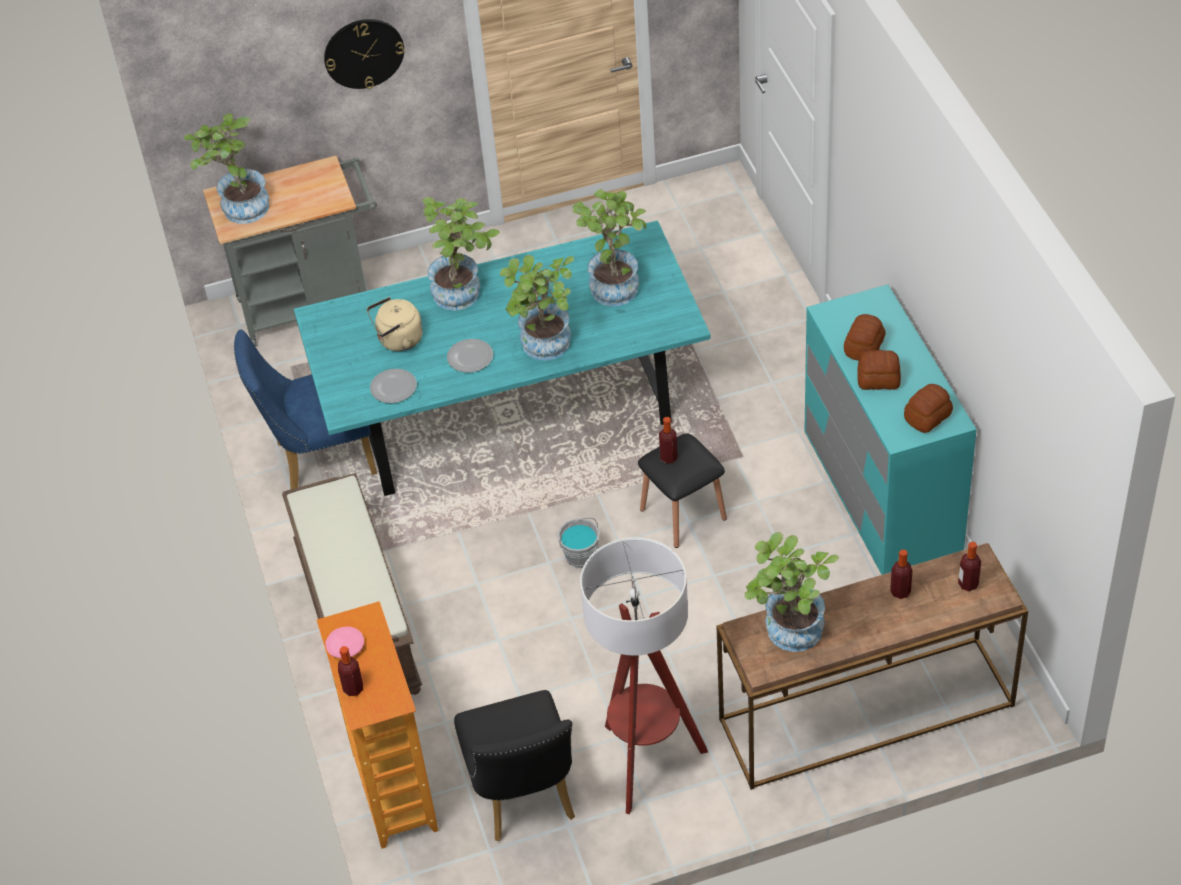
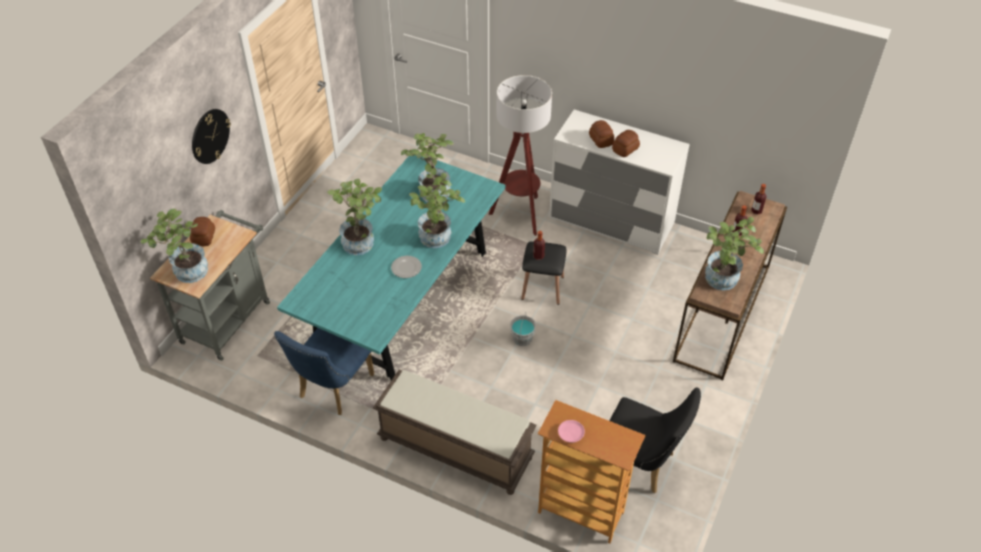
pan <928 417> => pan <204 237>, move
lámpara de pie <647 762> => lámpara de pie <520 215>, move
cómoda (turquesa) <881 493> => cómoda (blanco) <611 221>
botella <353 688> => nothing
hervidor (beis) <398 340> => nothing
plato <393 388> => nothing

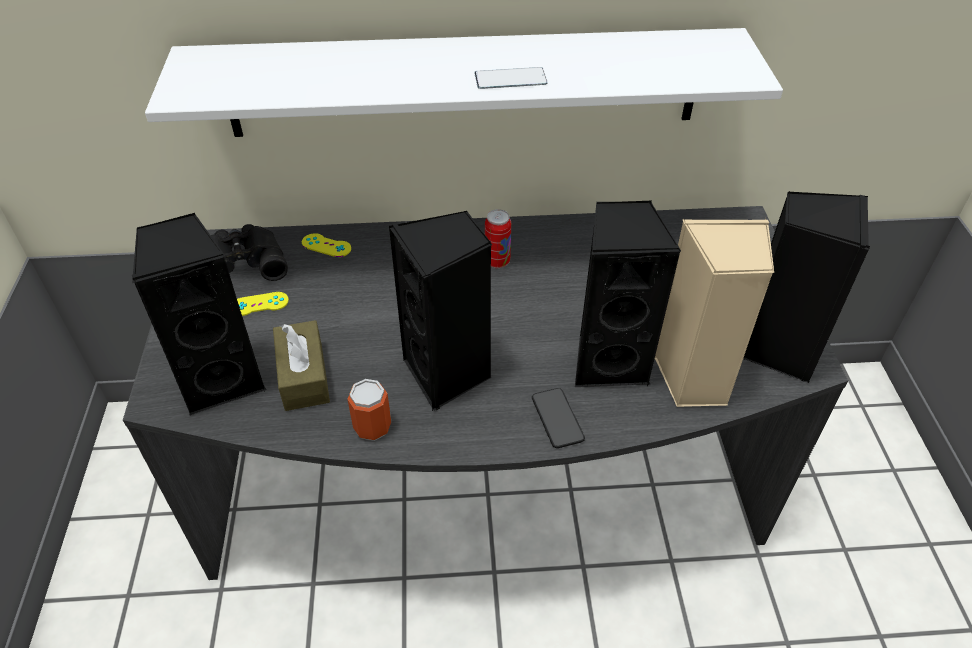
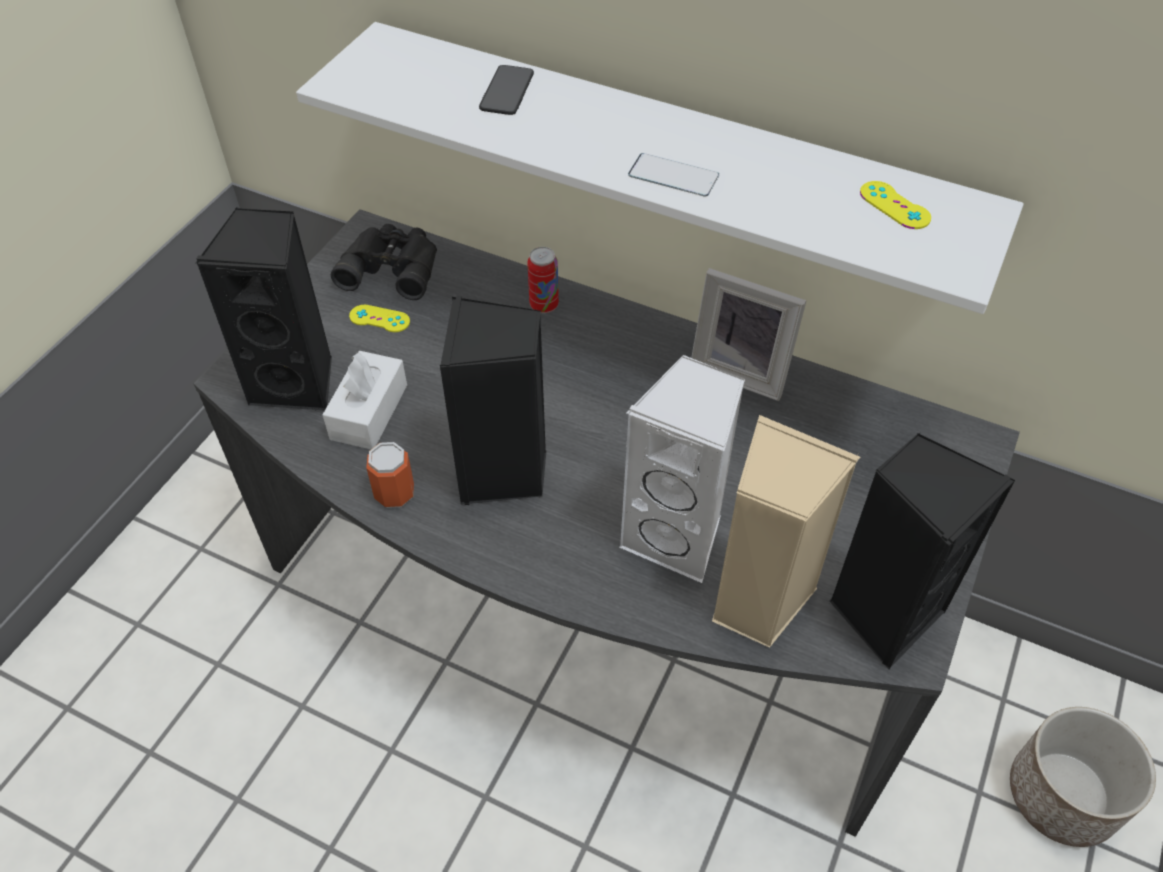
caja de pañuelos (marrón) <304 376> => caja de pañuelos (blanco) <369 412>
móvil <557 418> => móvil <507 91>, move
lata <497 261> => lata <544 305>, move
altavoz (negro) <608 361> => altavoz (blanco) <677 536>
nothing => portarretratos <741 371>
mando de consola (amarillo) <326 245> => mando de consola (amarillo) <894 205>, move
nothing => maceta <1062 796>

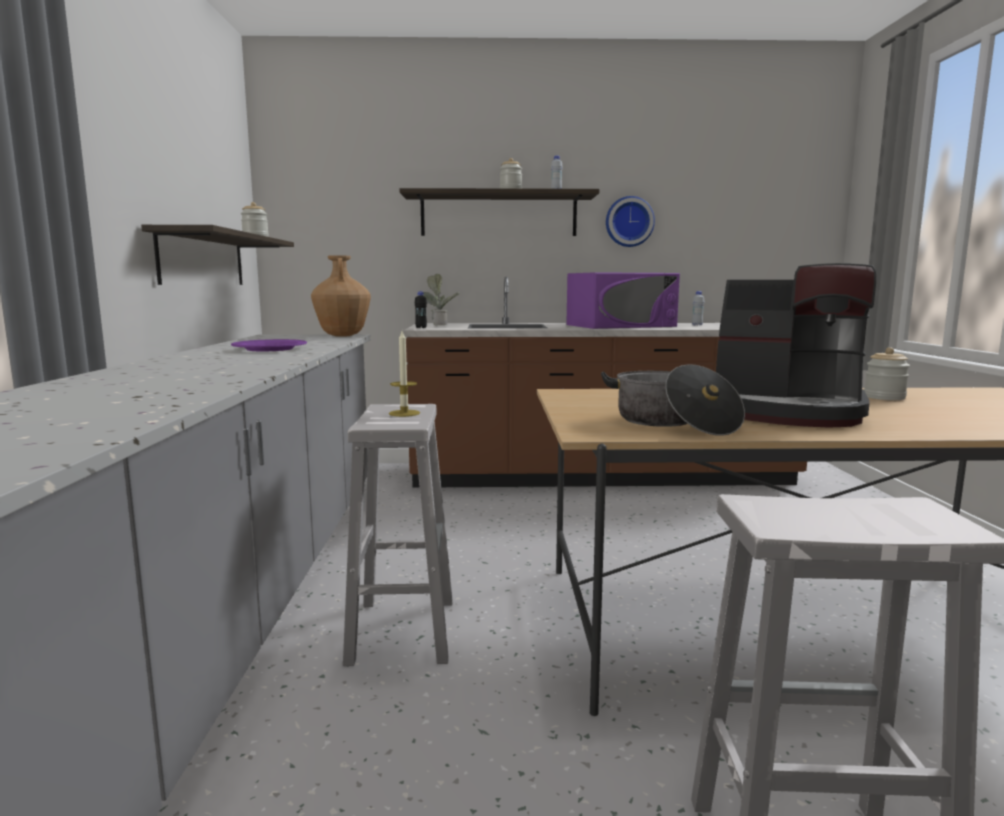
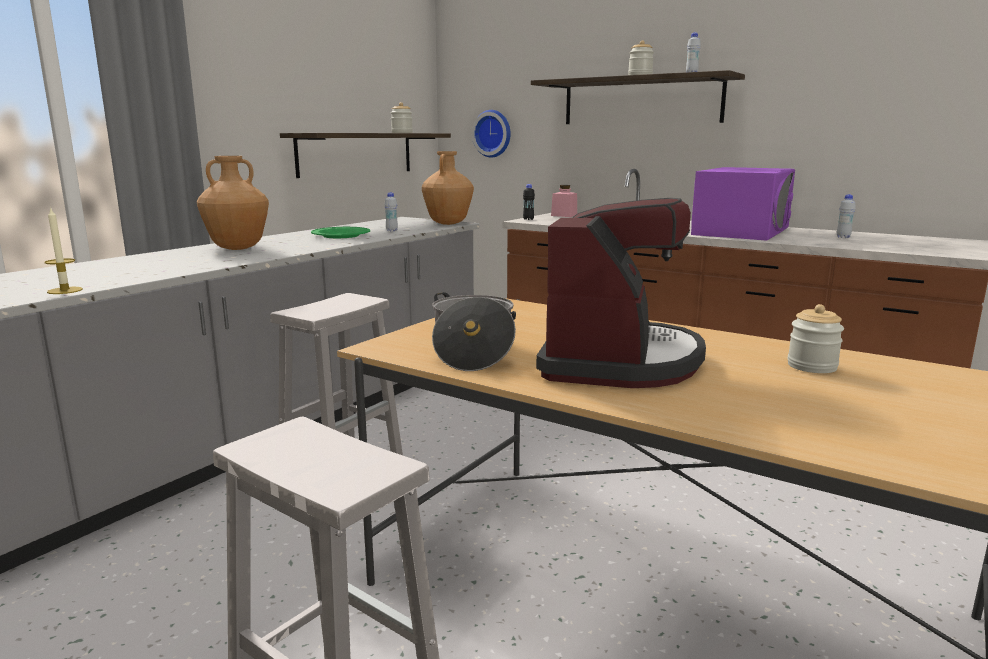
vela <404 413> => vela <65 290>, move
nothing => florero (marrón) <238 248>
plato (morado) <270 349> => plato (verde) <341 236>
nothing => botella (blanco) <392 230>
reloj de pared <629 222> => reloj de pared <493 133>, move
cafetera <785 412> => cafetera <618 361>, 135 degrees counterclockwise
planta en maceta <438 324> => tarro (rosa) <564 215>
microondas (morado) <621 325> => microondas (morado) <741 231>, 75 degrees counterclockwise

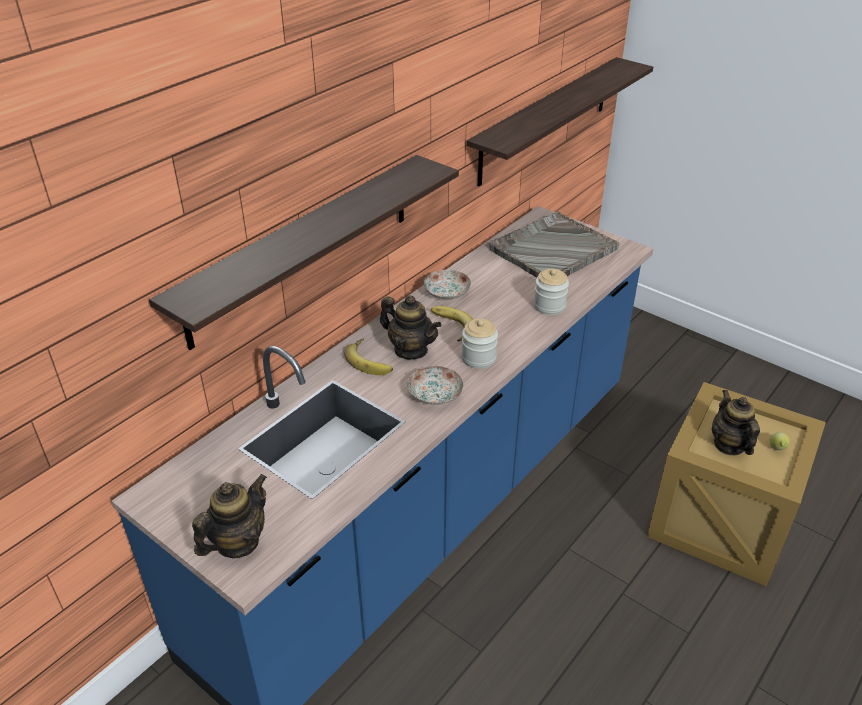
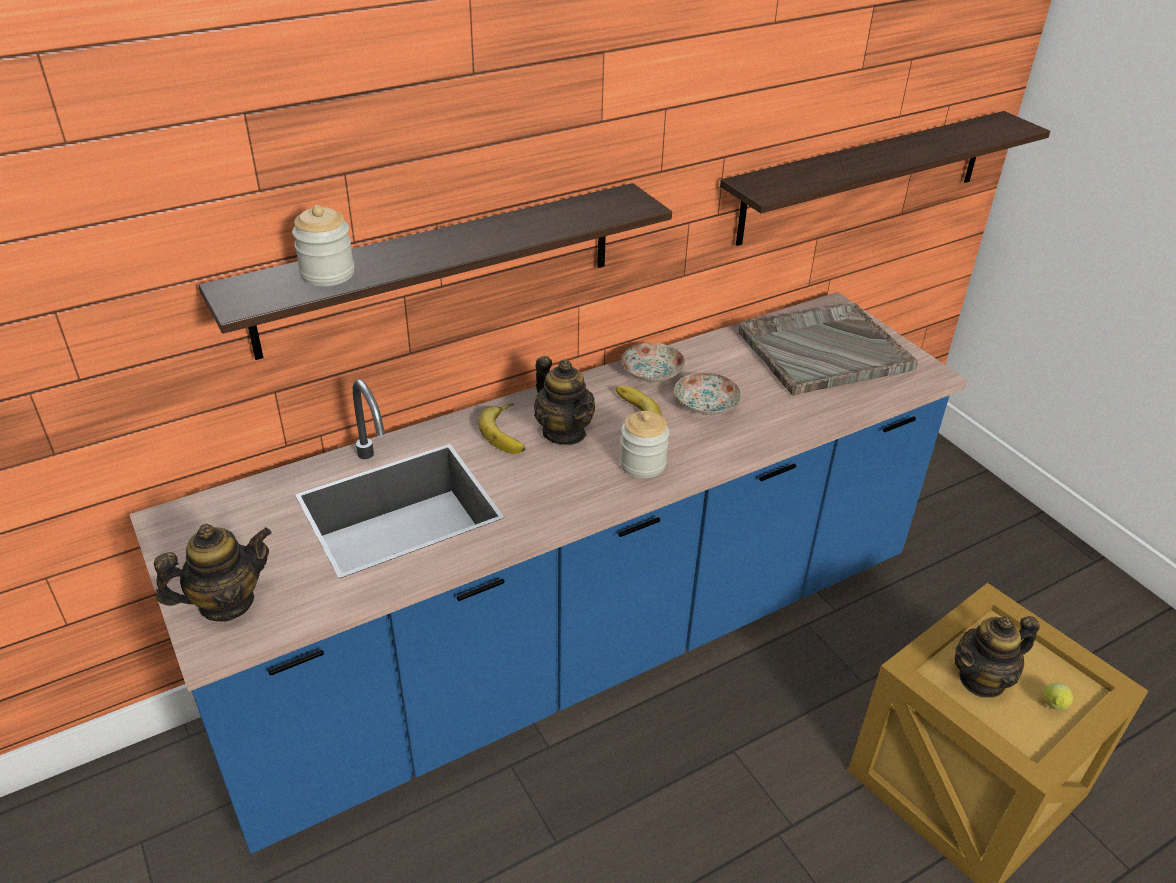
tarro <549 306> => tarro <327 274>, move
plato <435 394> => plato <707 404>, move
tetera <729 445> => tetera <982 679>, 120 degrees counterclockwise

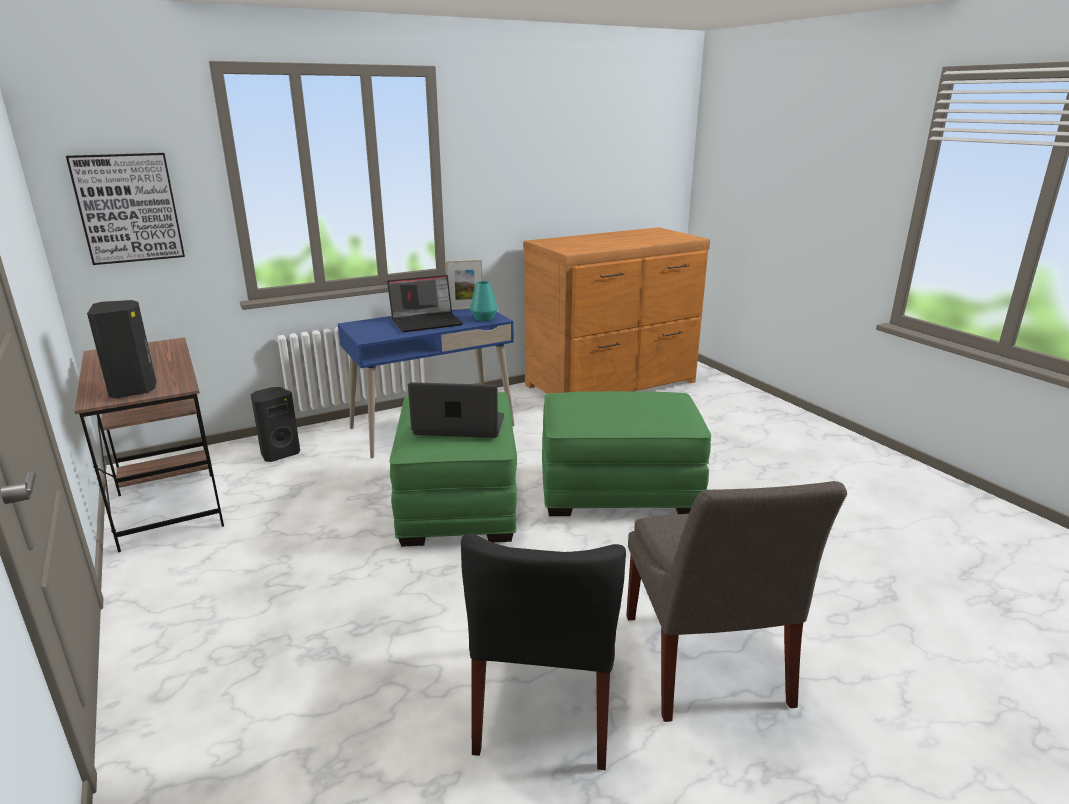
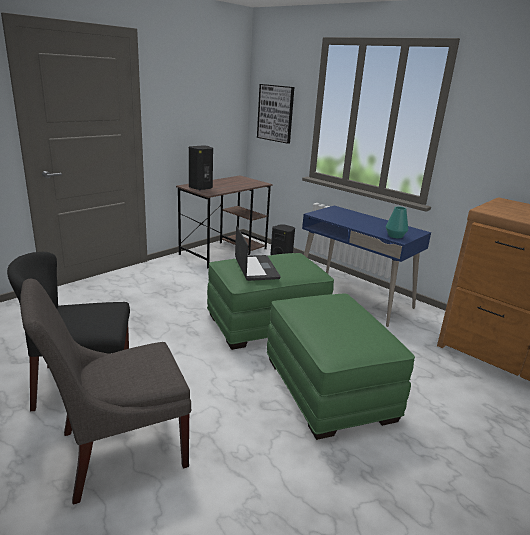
portátil <427 322> => nothing
portarretratos <465 308> => nothing

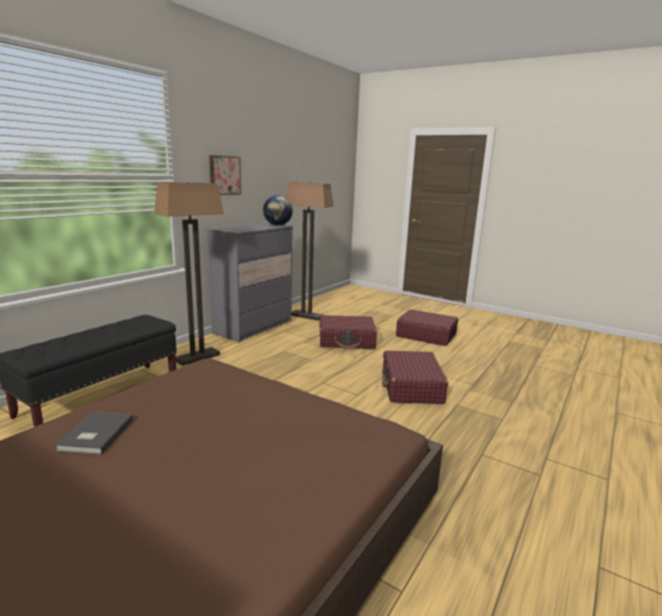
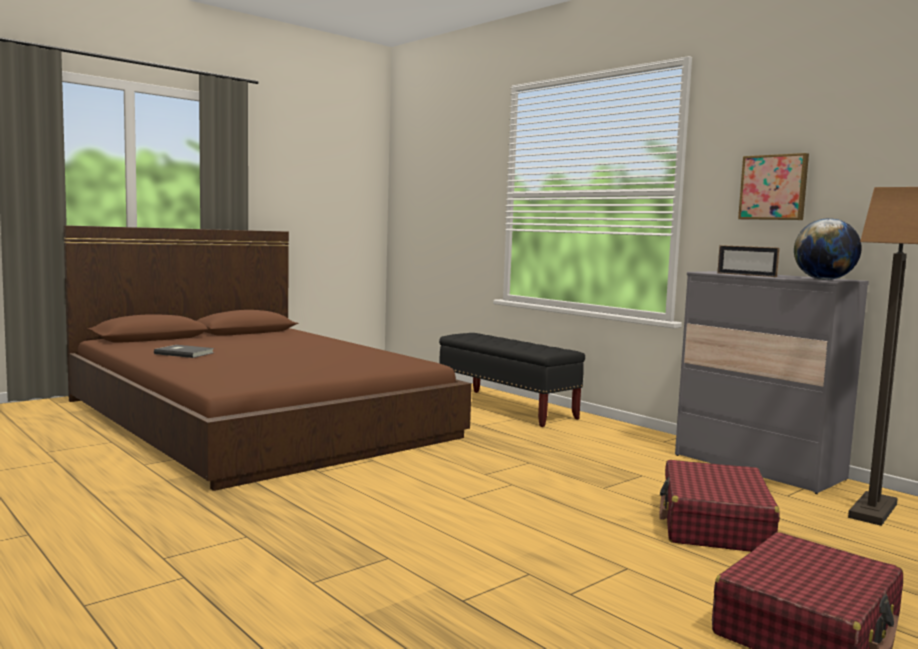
libro (gris) <94 435> => libro (gris) <184 353>, move
nothing => portarretratos <746 275>
lámpara de pie <197 357> => nothing
maleta (rojo) <411 387> => nothing

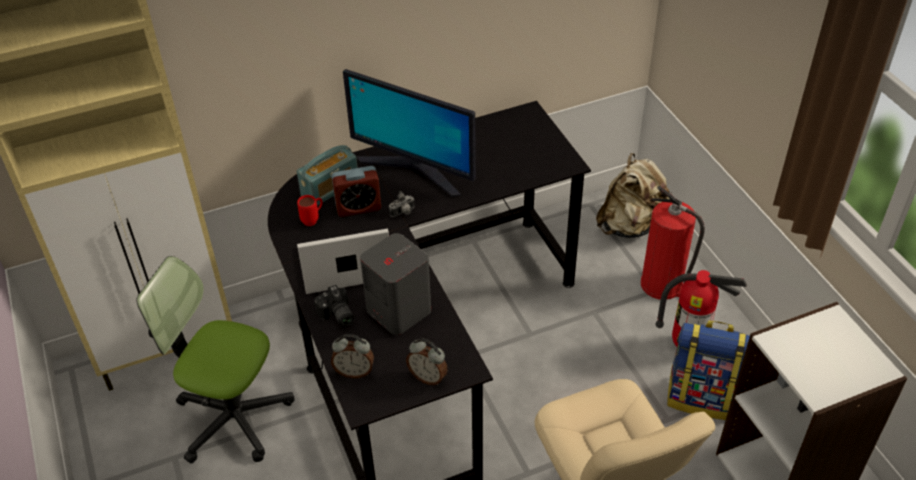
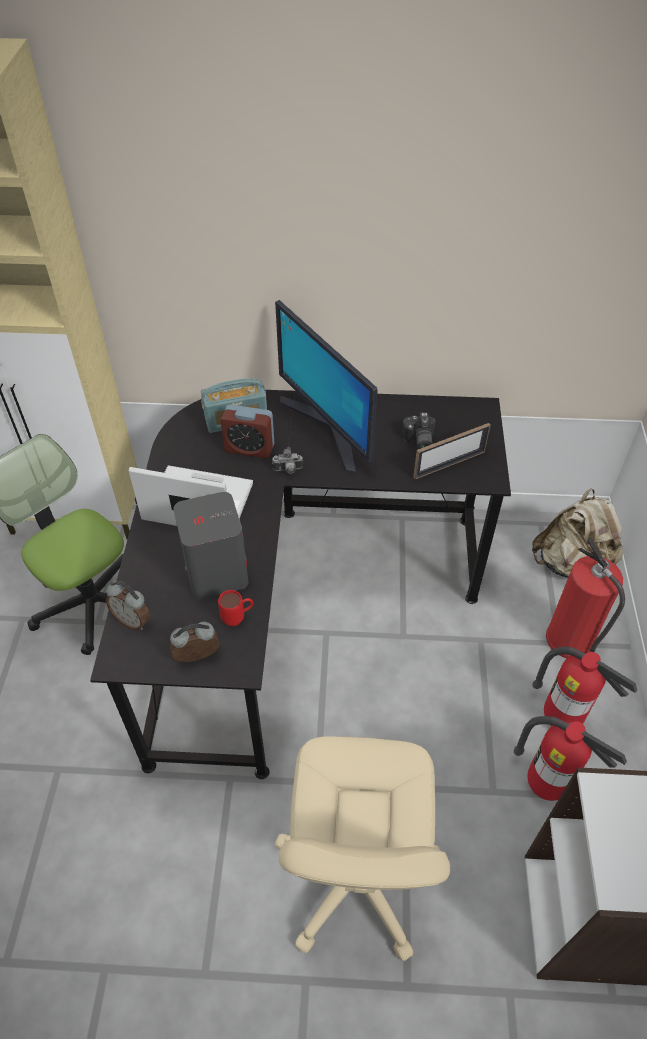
despertador <428 377> => despertador <197 658>, 105 degrees clockwise
taza grande (rojo) <313 219> => taza grande (rojo) <238 618>, move
cámara <336 315> => cámara <418 441>, move
nothing => portarretratos <449 464>
mochila <703 397> => extintor <546 785>

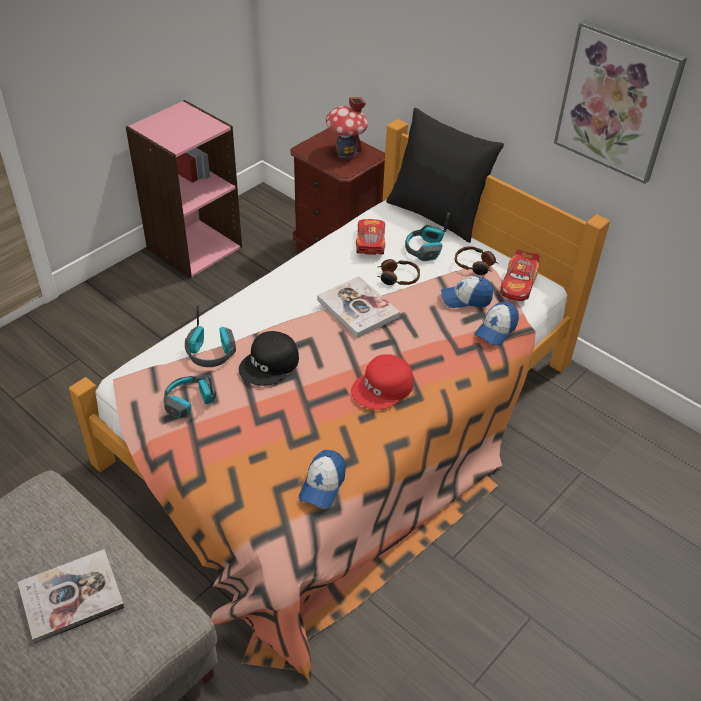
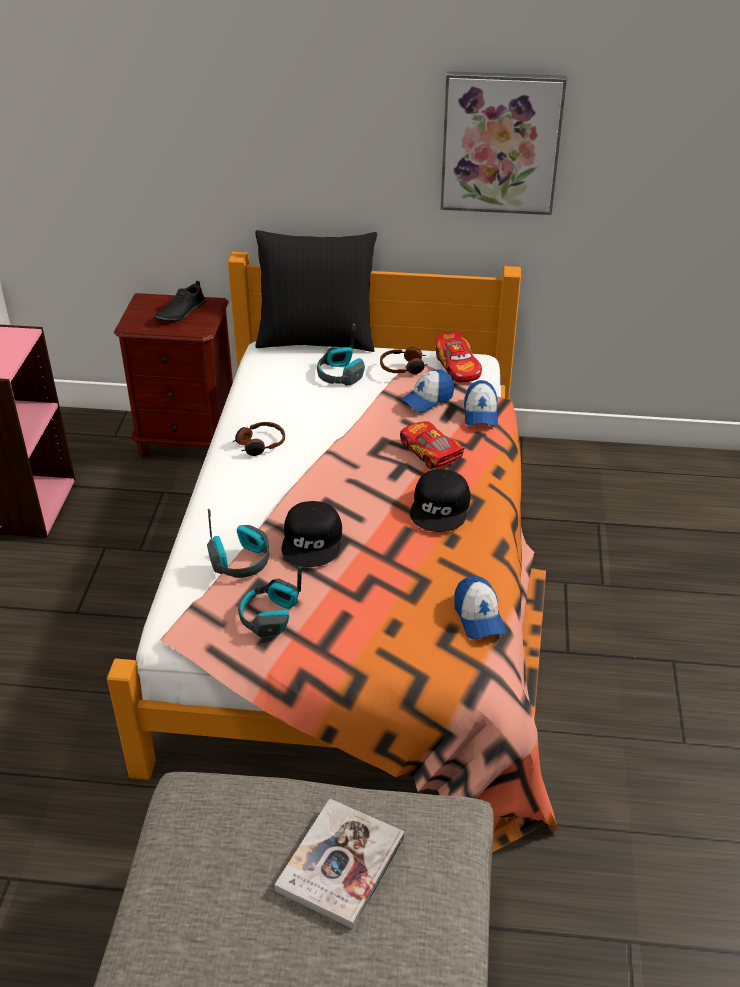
casita <346 152> => zapato (negro) <180 312>
auriculares <398 277> => auriculares <259 444>, move
coche de juguete <370 243> => coche de juguete <430 452>, move
gorra (rojo) <383 388> => gorra (negro) <441 508>
libro <358 308> => nothing

